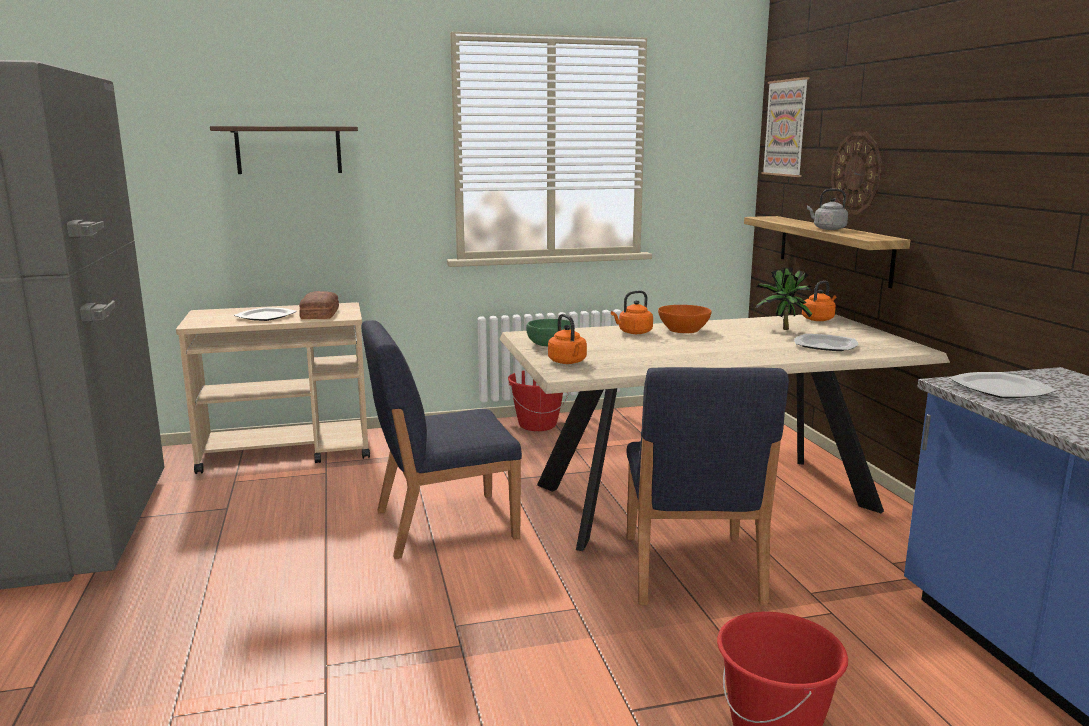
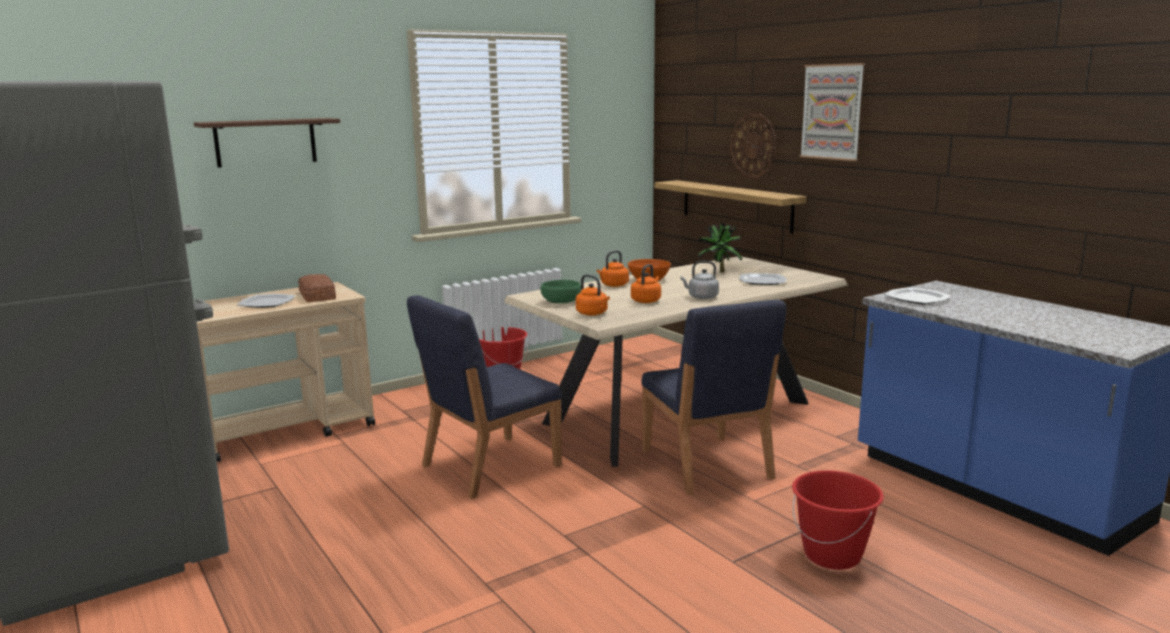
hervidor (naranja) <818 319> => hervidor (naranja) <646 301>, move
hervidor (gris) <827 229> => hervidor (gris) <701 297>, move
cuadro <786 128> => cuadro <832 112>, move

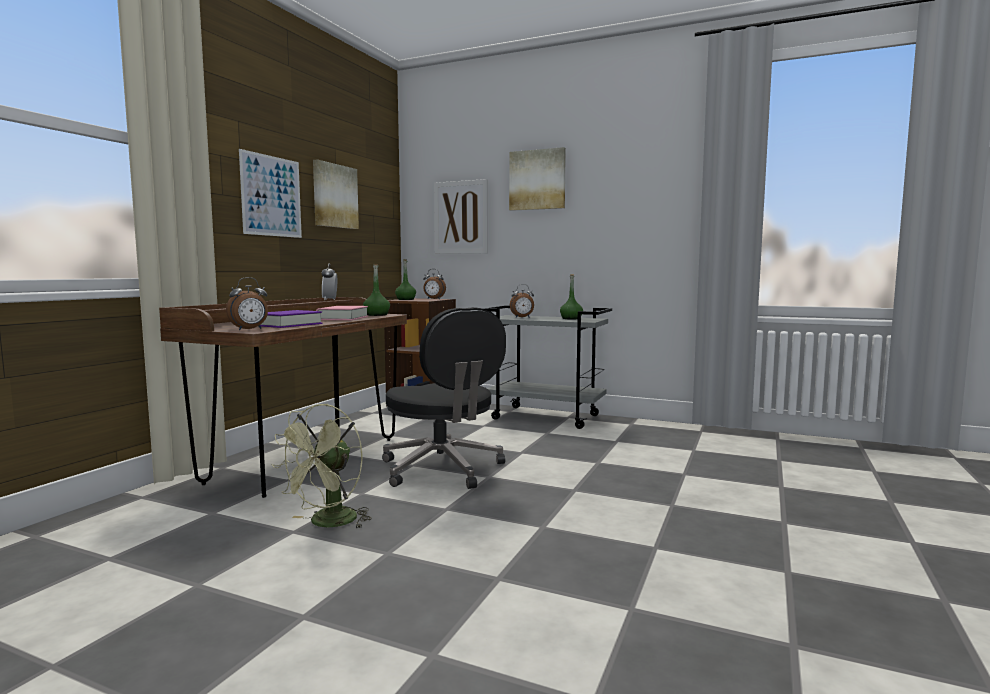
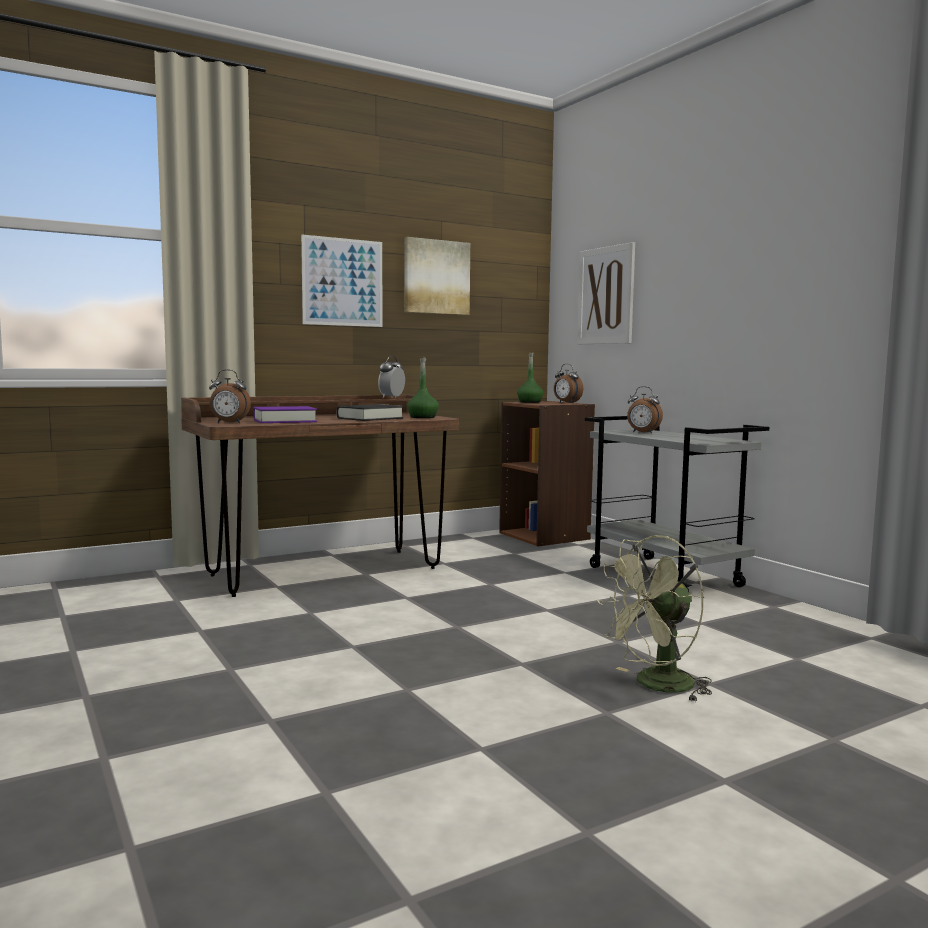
libro (rosa) <342 318> => libro (negro) <370 418>
ventilador (verde) <328 523> => ventilador (verde) <656 686>, move
silla de oficina (negro) <443 469> => nothing
cuadro <537 180> => nothing
botella (verde) <571 318> => nothing

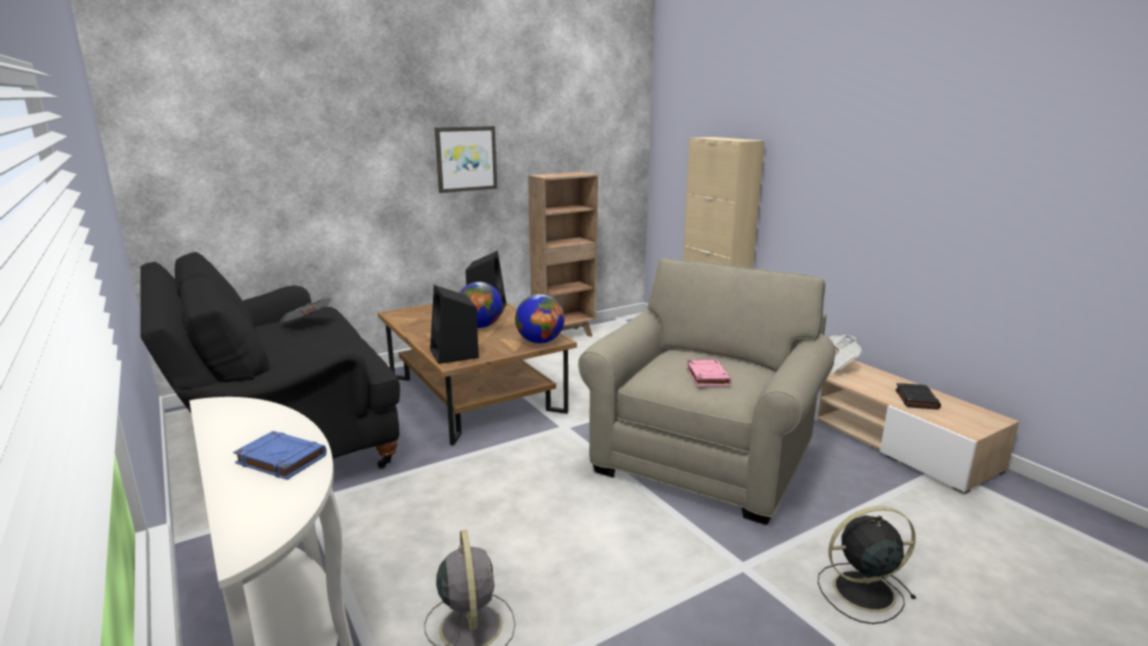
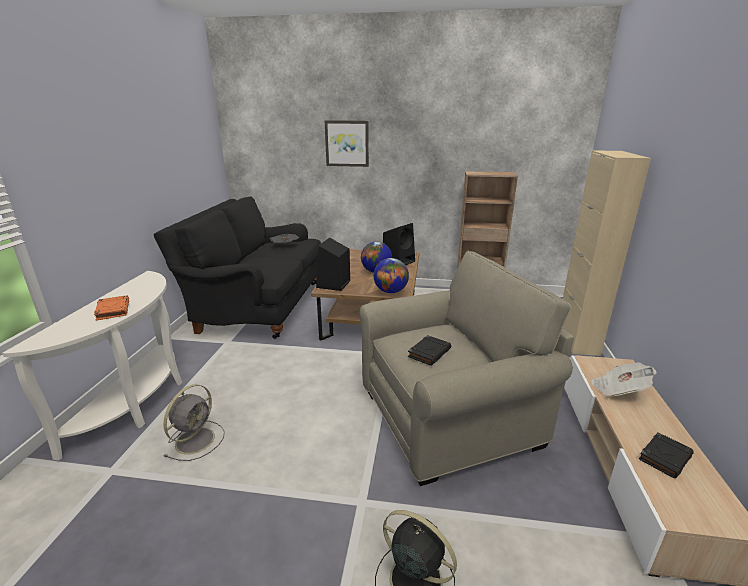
libro (azul) <280 459> => libro (naranja) <113 310>
cuadro <466 159> => cuadro <347 143>, move
libro (rosa) <707 376> => libro (negro) <429 352>

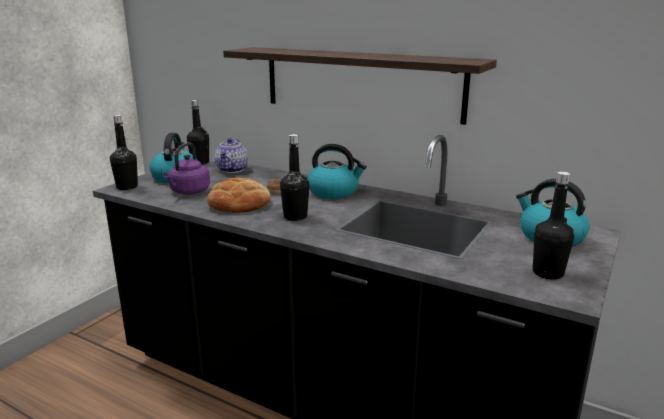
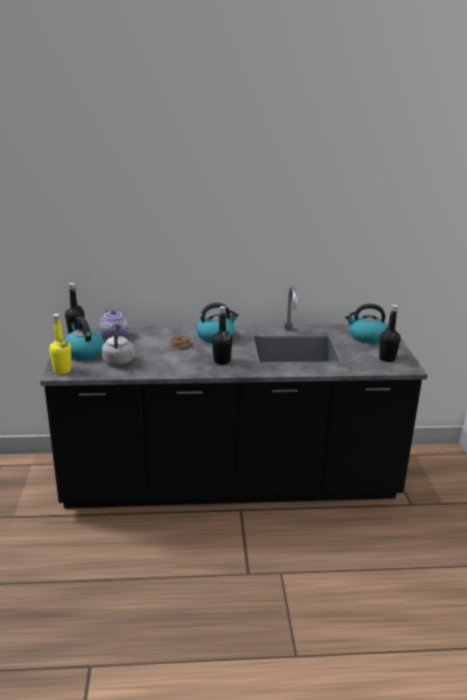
botella (negro) <127 187> => botella (amarillo) <62 370>
hervidor (morado) <188 192> => hervidor (gris) <118 362>
pan <239 203> => nothing
estante <360 83> => nothing

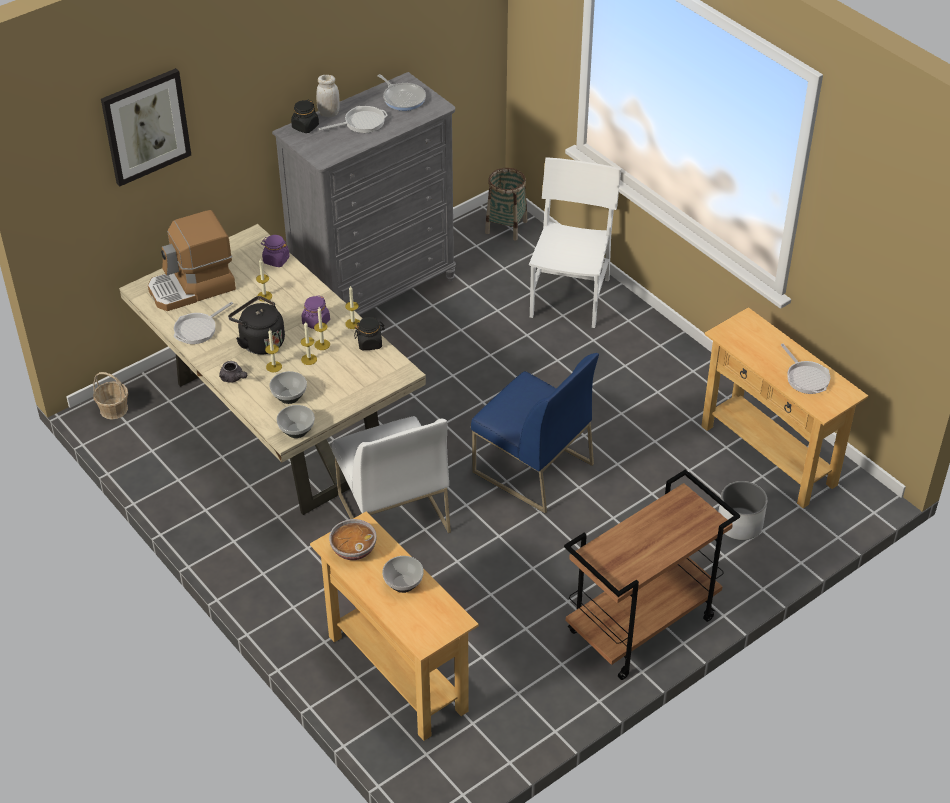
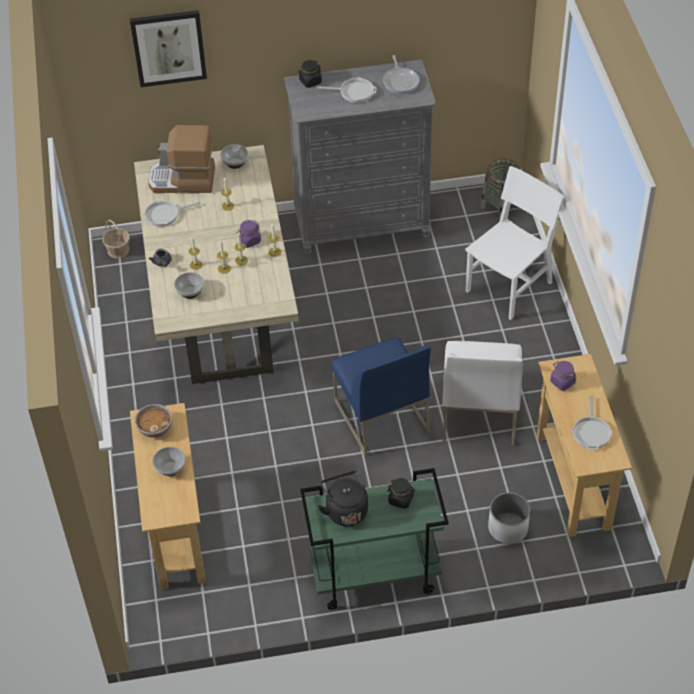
cuenco <296 431> => cuenco <234 163>, move
carrito (marrón) <641 627> => carrito (verde) <373 575>
hervidor (negro) <260 342> => hervidor (negro) <345 510>, move
tarro (negro) <370 343> => tarro (negro) <401 499>, move
silla (blanco) <392 512> => silla (blanco) <478 412>, move
tarro (morado) <276 260> => tarro (morado) <562 382>, move
tarro (blanco) <329 114> => nothing

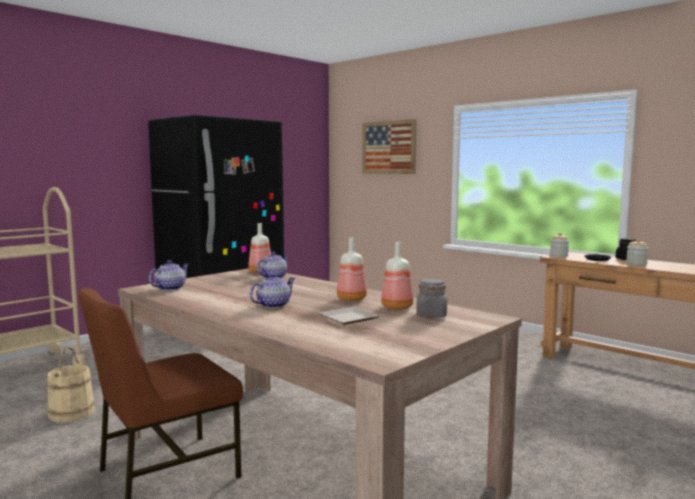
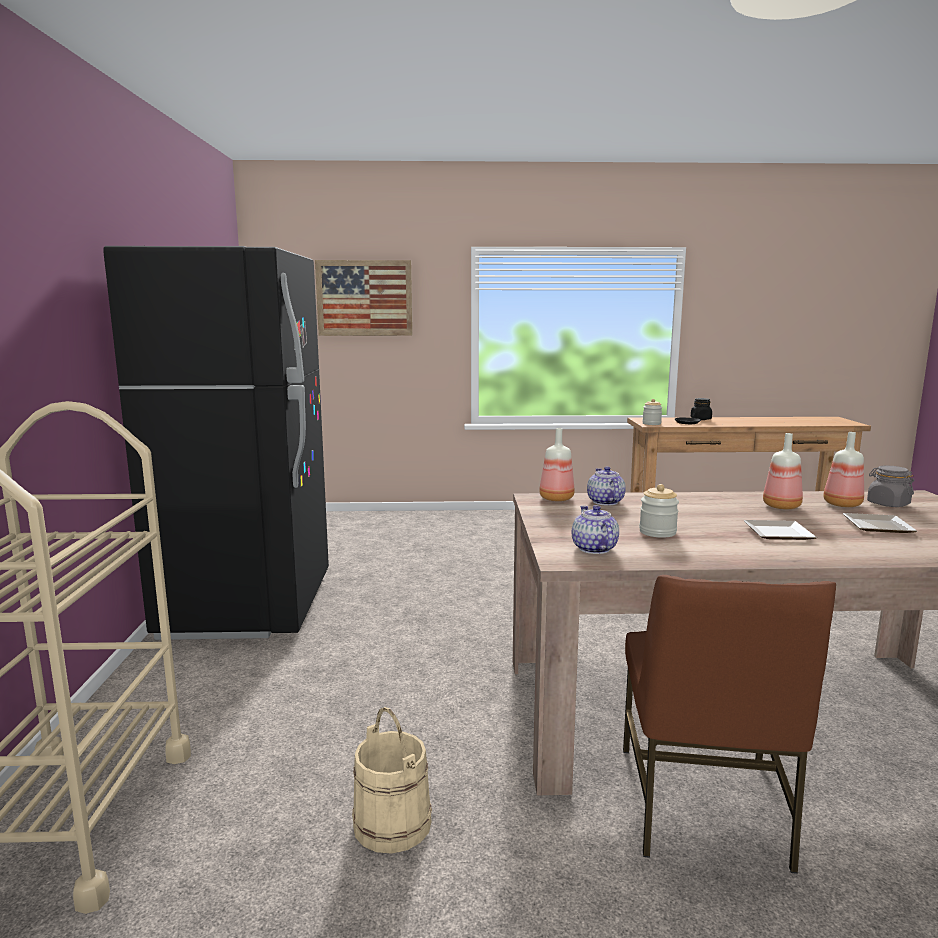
tarro <636 264> => tarro <657 532>, move
tetera <273 305> => plato <777 534>

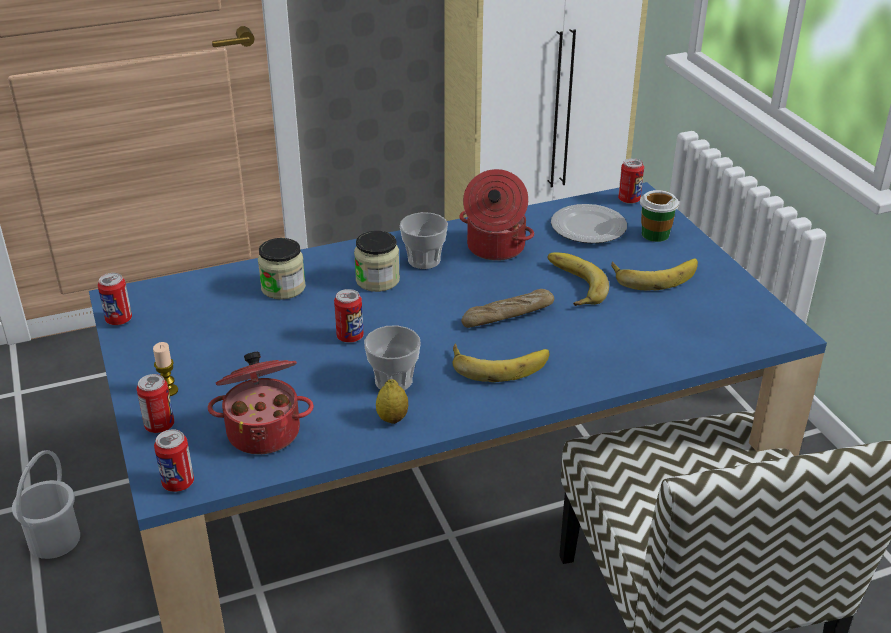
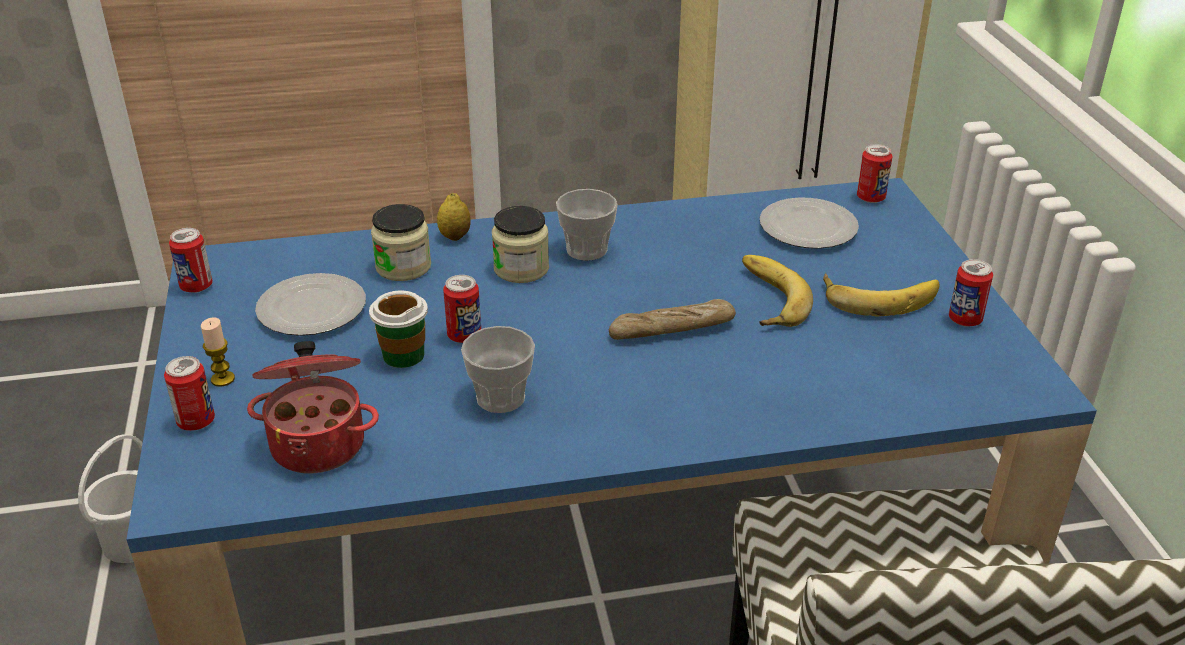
nothing => plato <311 309>
taza <655 234> => taza <403 355>, move
limón <392 418> => limón <455 236>, move
lata <178 483> => lata <965 320>, move
plátano <499 363> => nothing
olla <494 248> => nothing

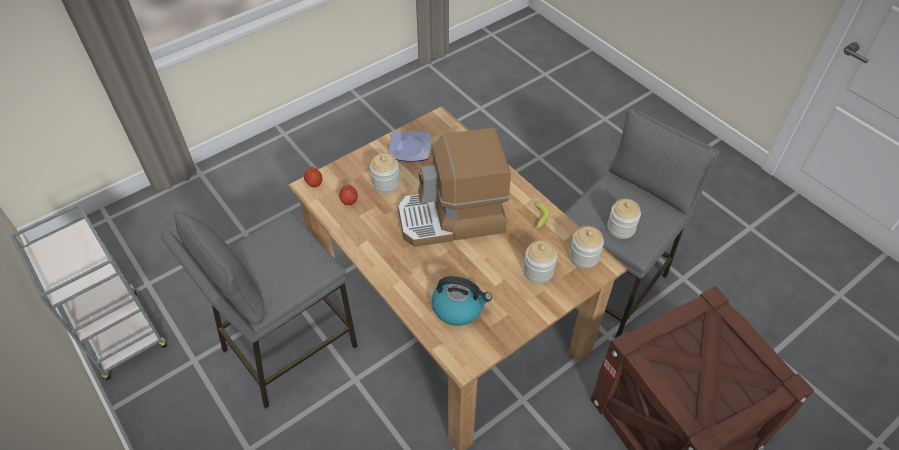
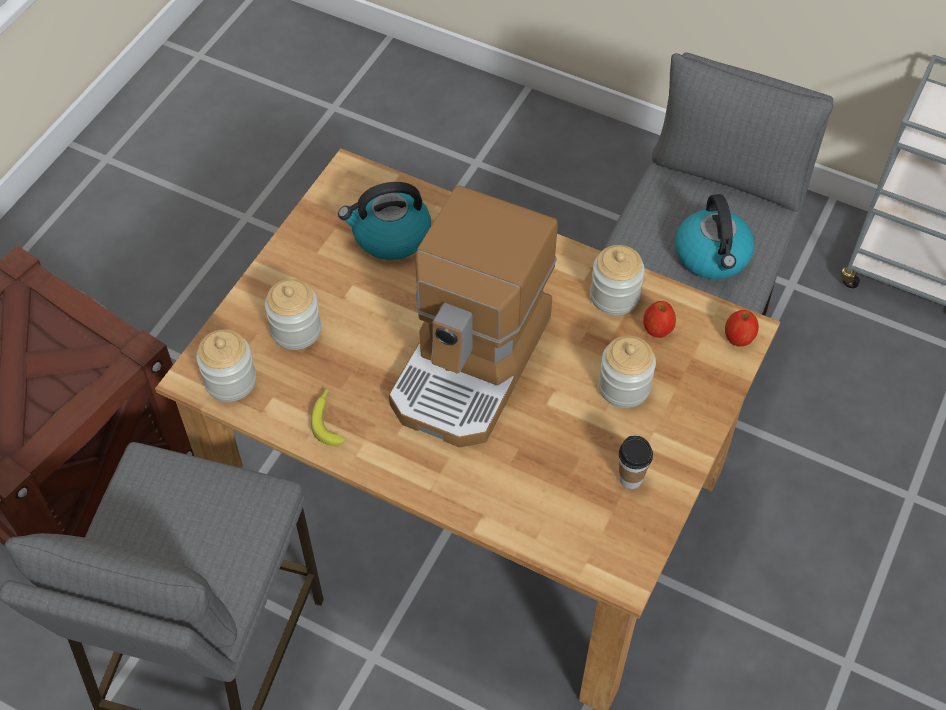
cafetera <452 219> => cafetera <472 364>, 150 degrees clockwise
tarro <621 228> => tarro <614 296>, move
plato <411 148> => taza <630 478>
nothing => hervidor <712 256>

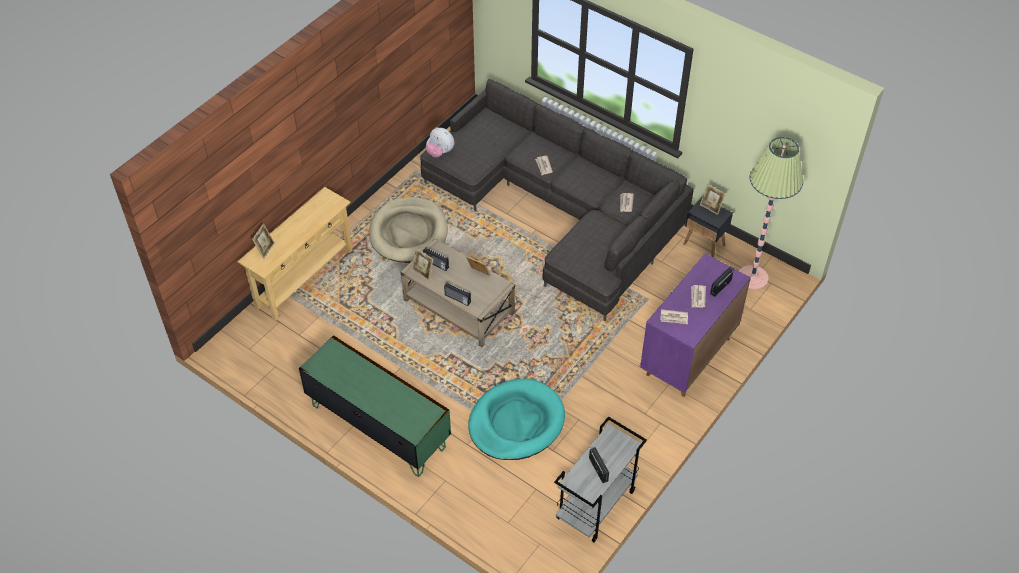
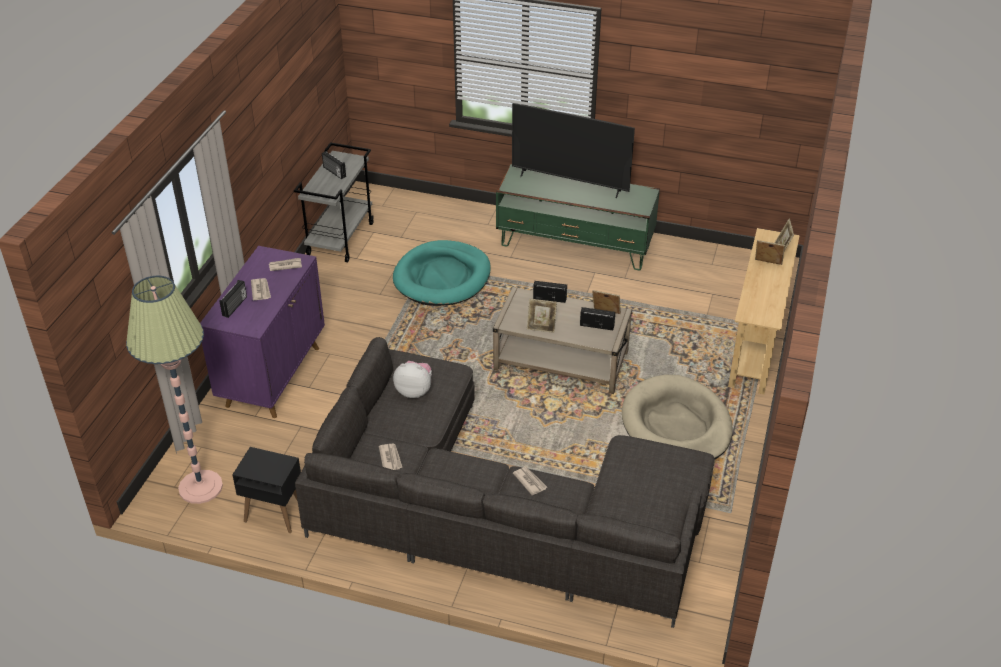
peluche <440 152> => peluche <414 391>, move
nothing => televisor <570 183>
portarretratos <711 207> => portarretratos <767 264>, move

